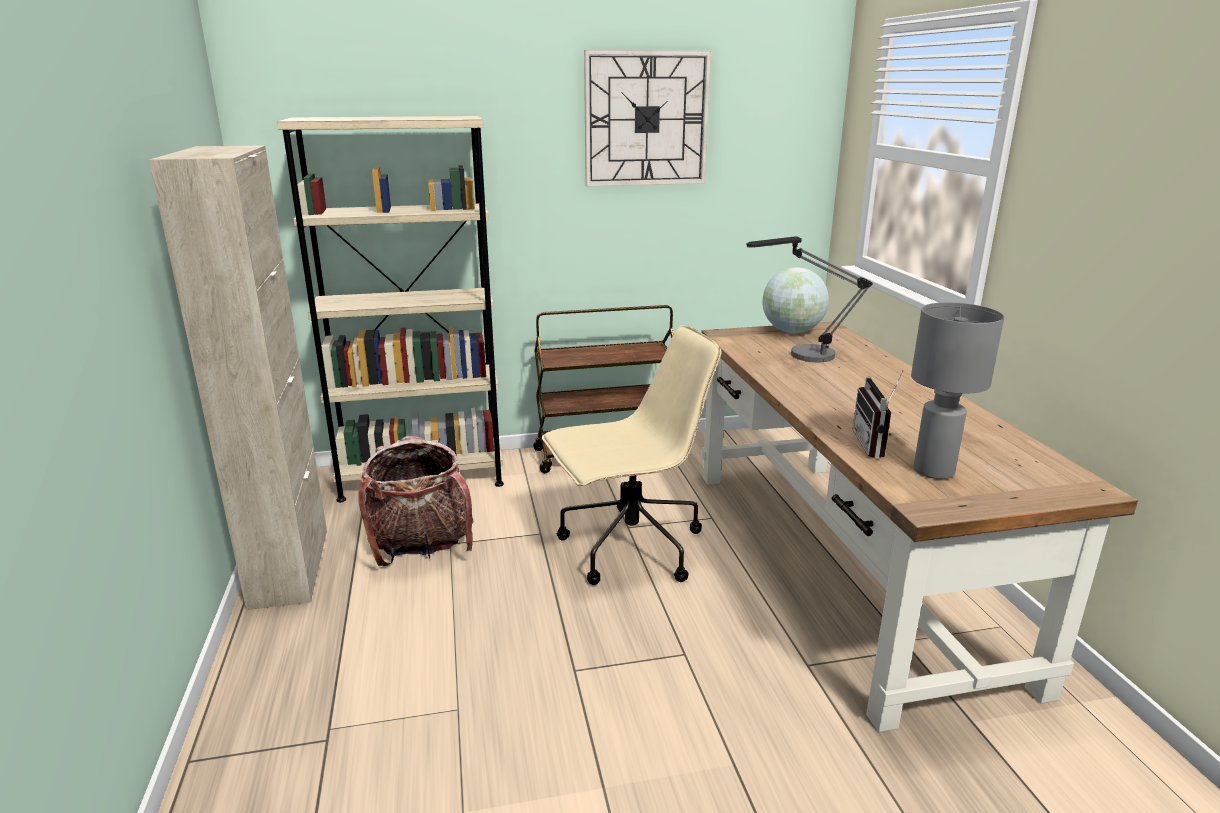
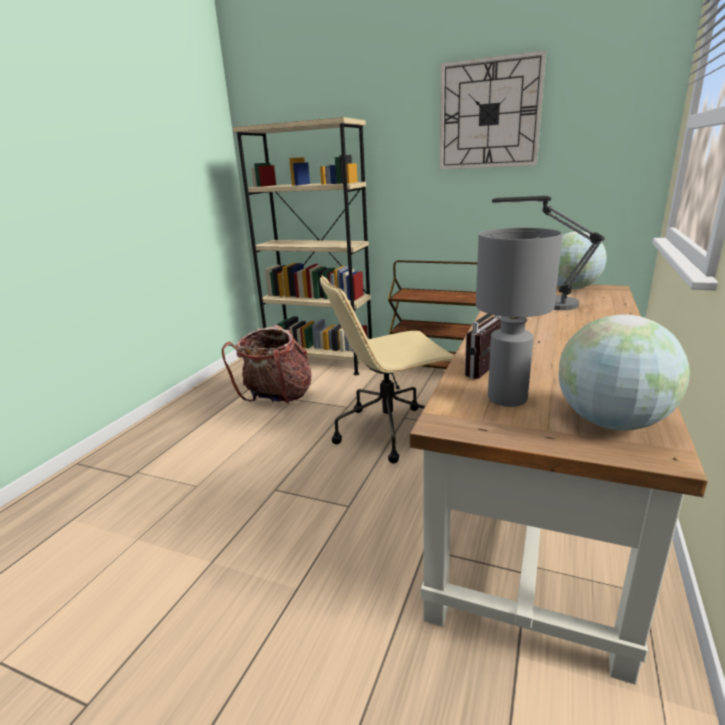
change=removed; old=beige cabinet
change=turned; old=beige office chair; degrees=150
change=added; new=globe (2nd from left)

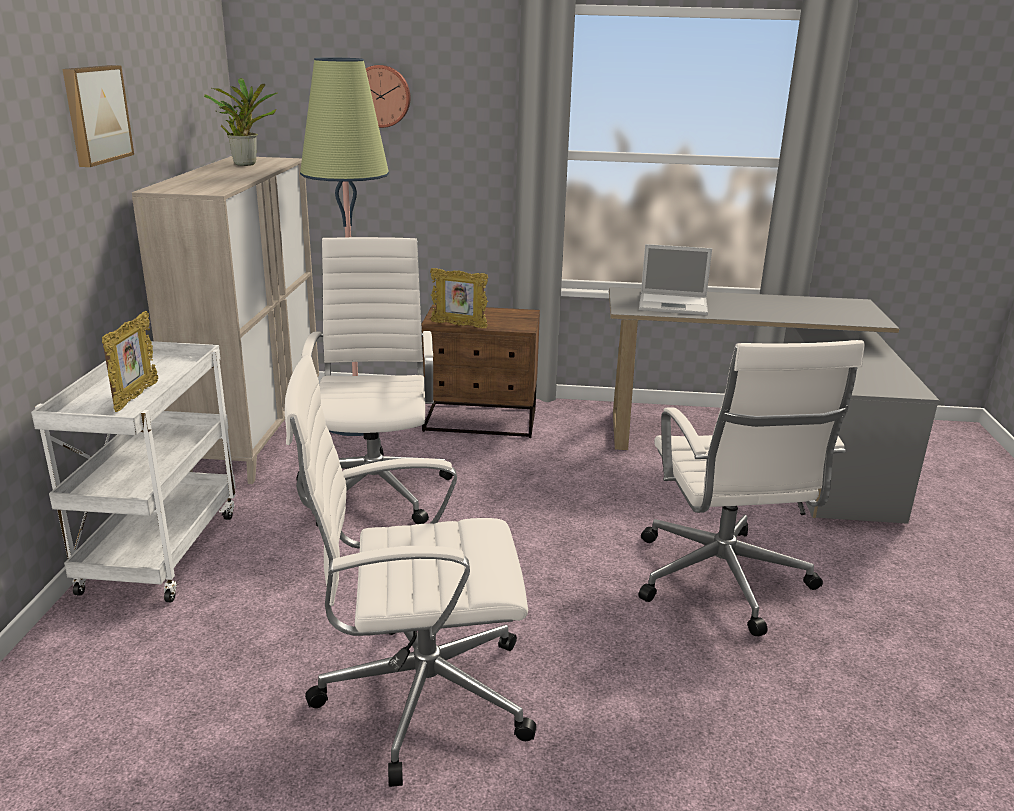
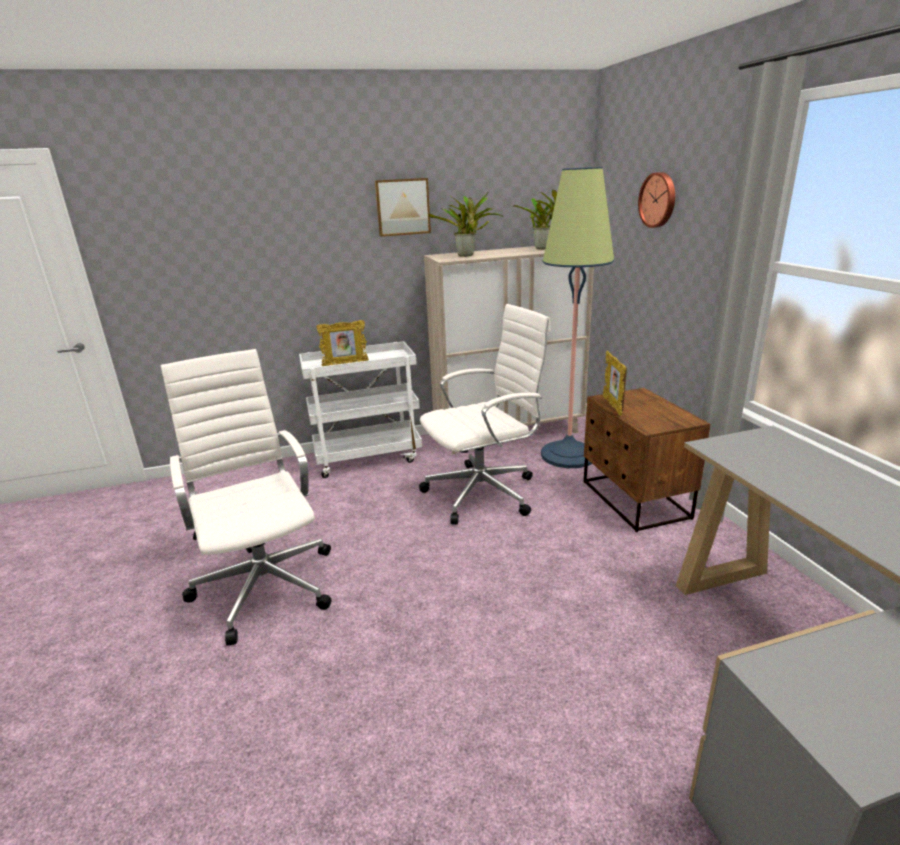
change=removed; old=laptop
change=removed; old=white office chair (3rd from left)
change=added; new=potted plant (1st from left)

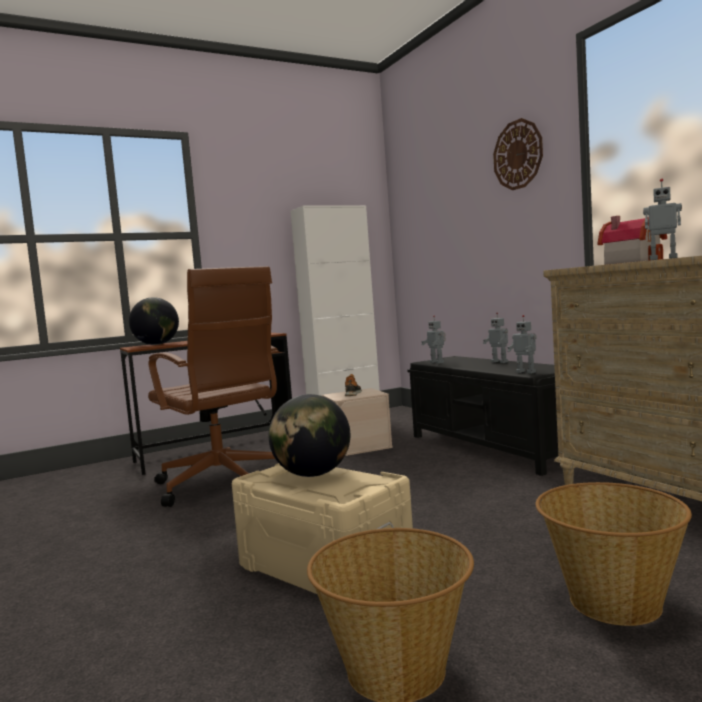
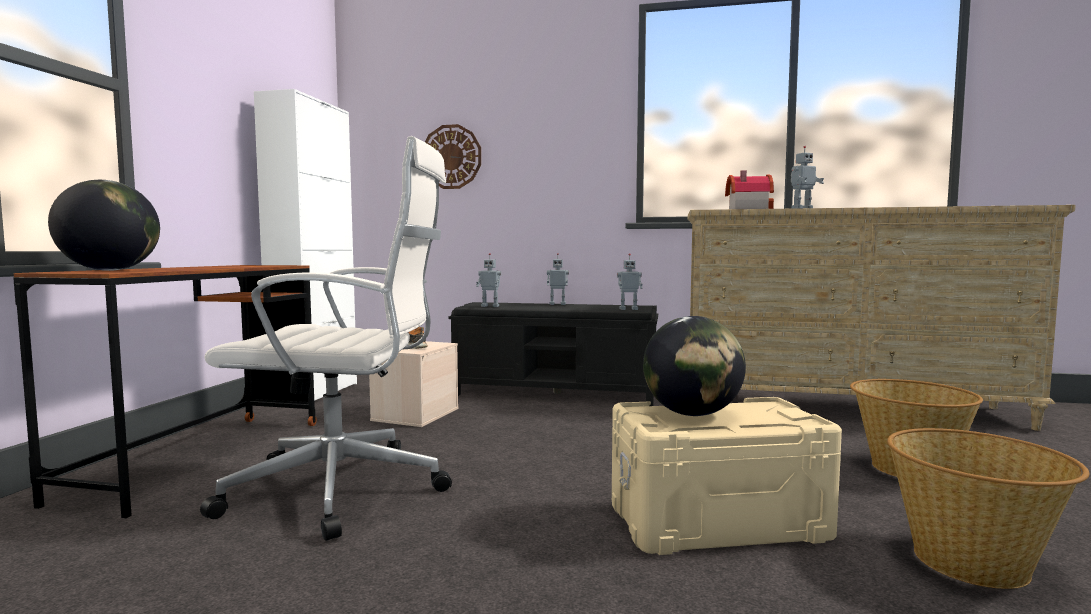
change=recoloured; old=brown office chair; new=white office chair
change=moved; old=wall clock

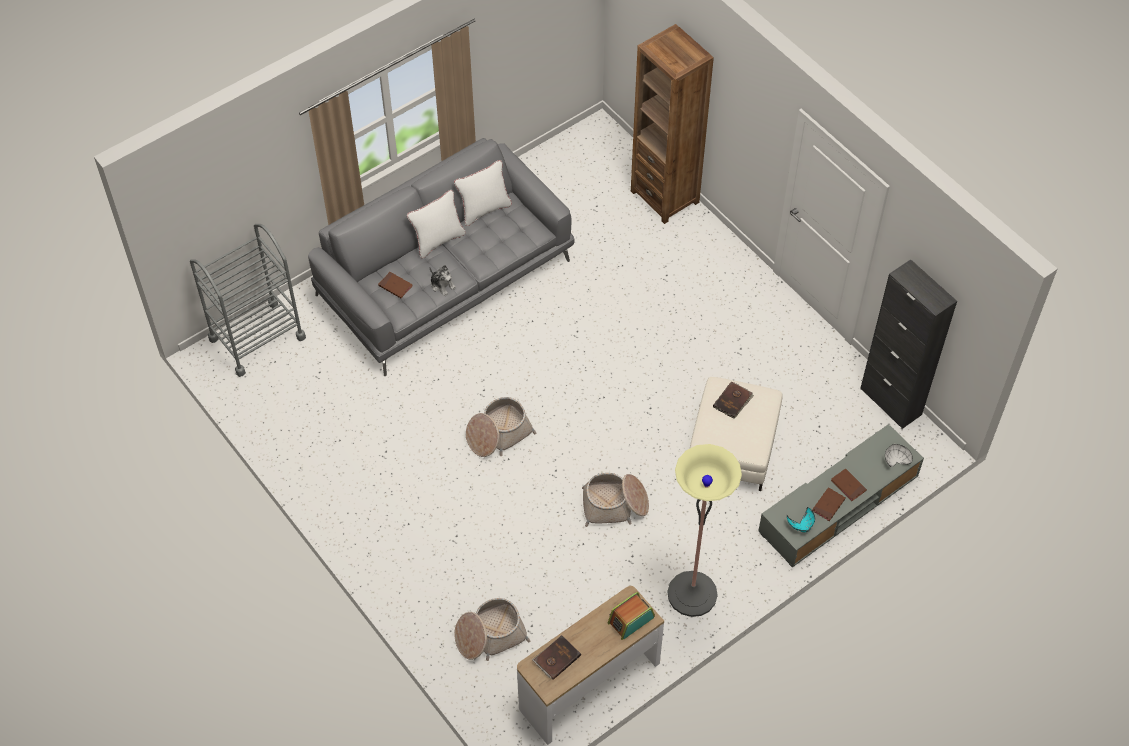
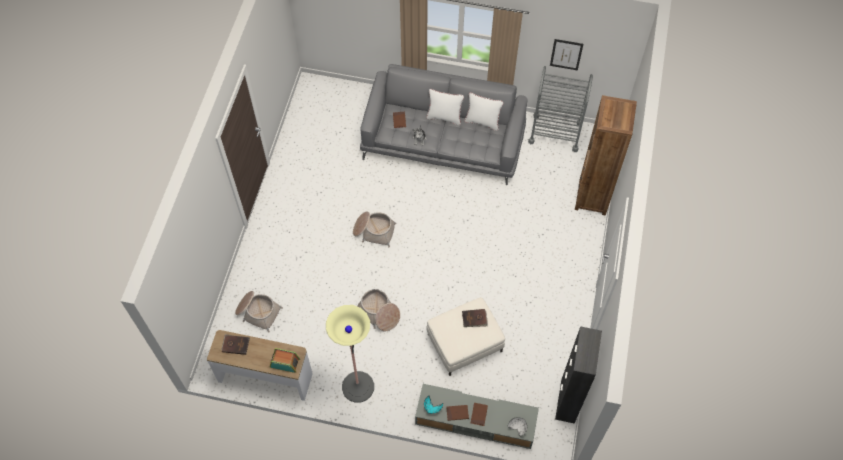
change=moved; old=grey cart
change=added; new=picture

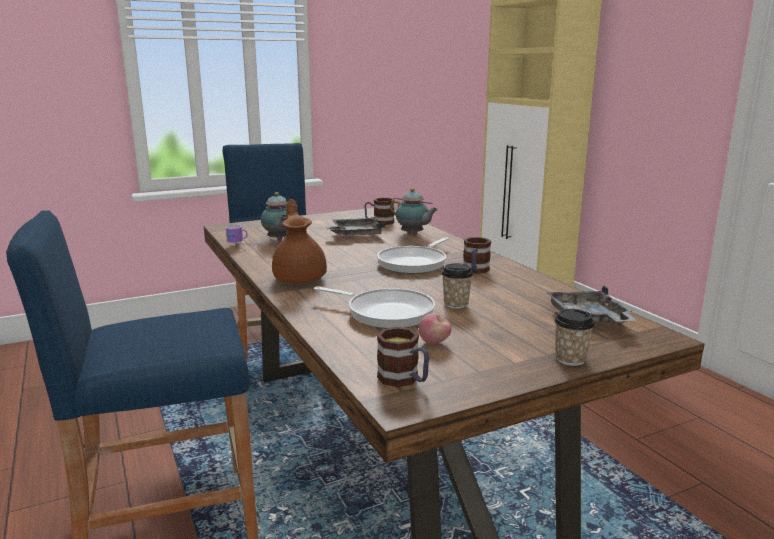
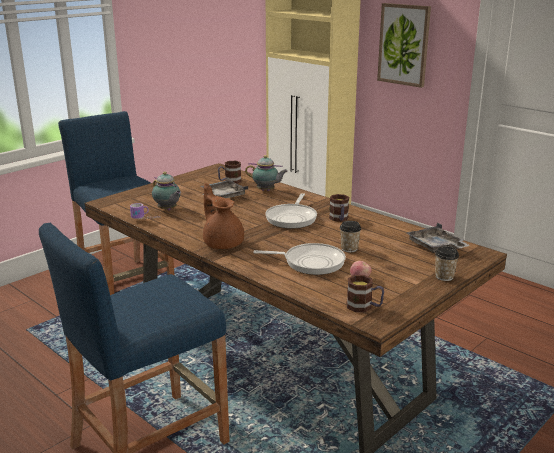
change=added; new=picture

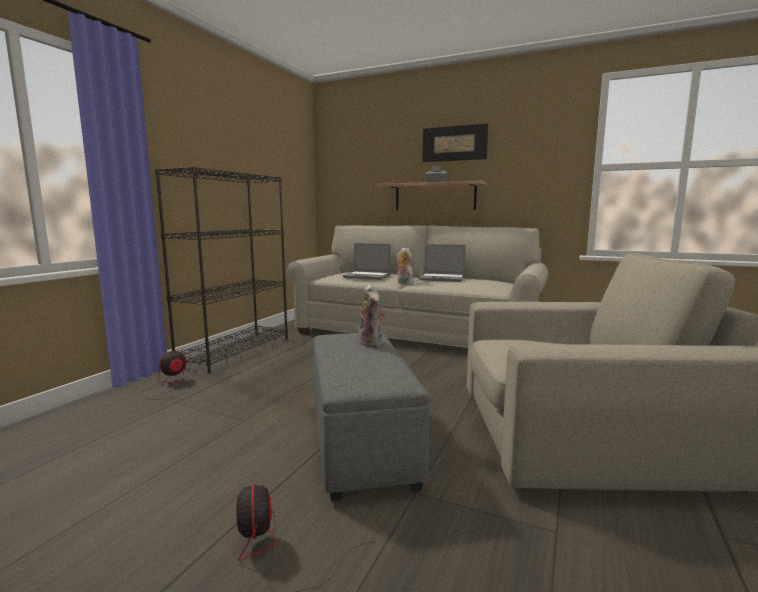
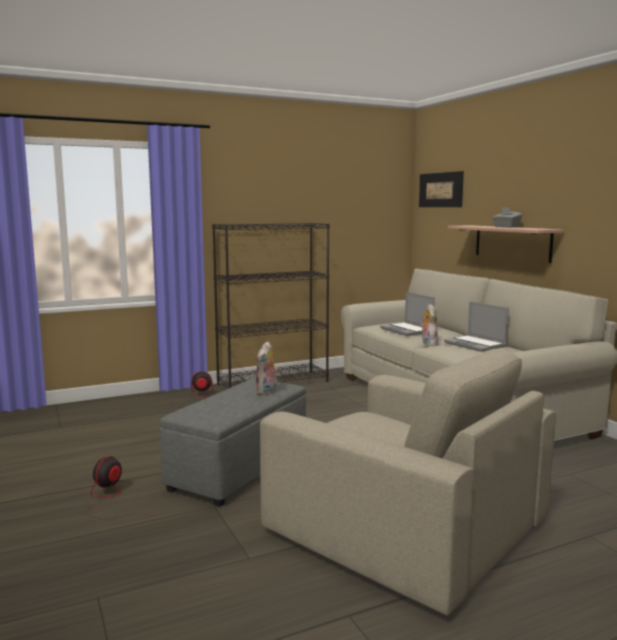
change=moved; old=picture

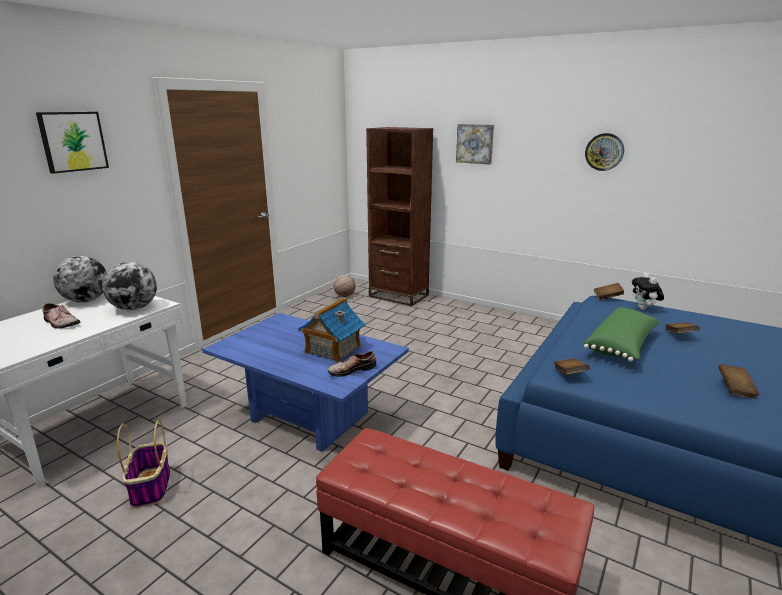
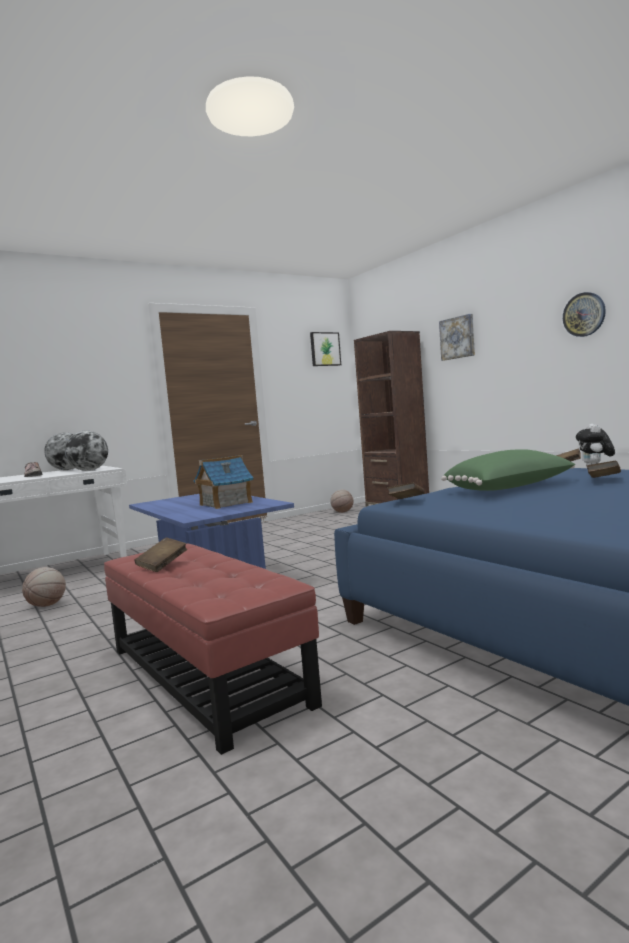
change=moved; old=picture (1st from left)
change=replaced; old=basket; new=basketball (1st from left)
change=removed; old=shoe (2nd from left)
change=moved; old=brown book (4th from left in the first image); new=brown book (1st from left)

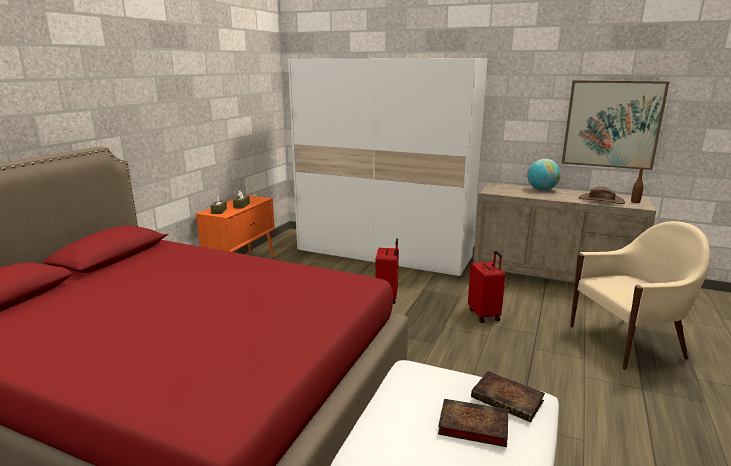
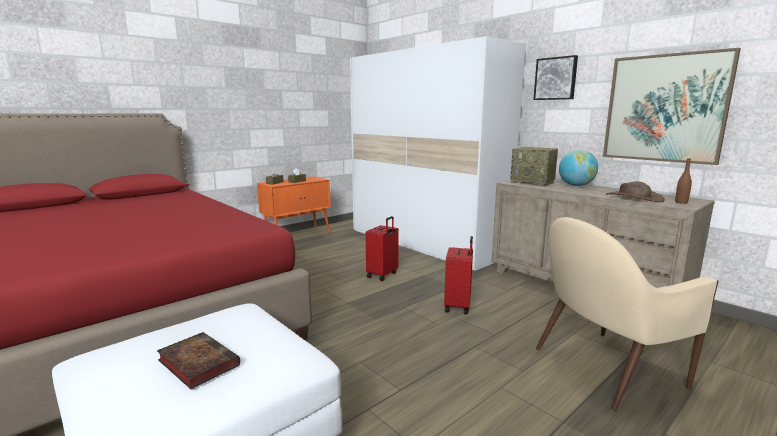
change=removed; old=book (2nd from left)
change=turned; old=beige armchair; degrees=150
change=added; new=radio
change=added; new=picture (1st from left)

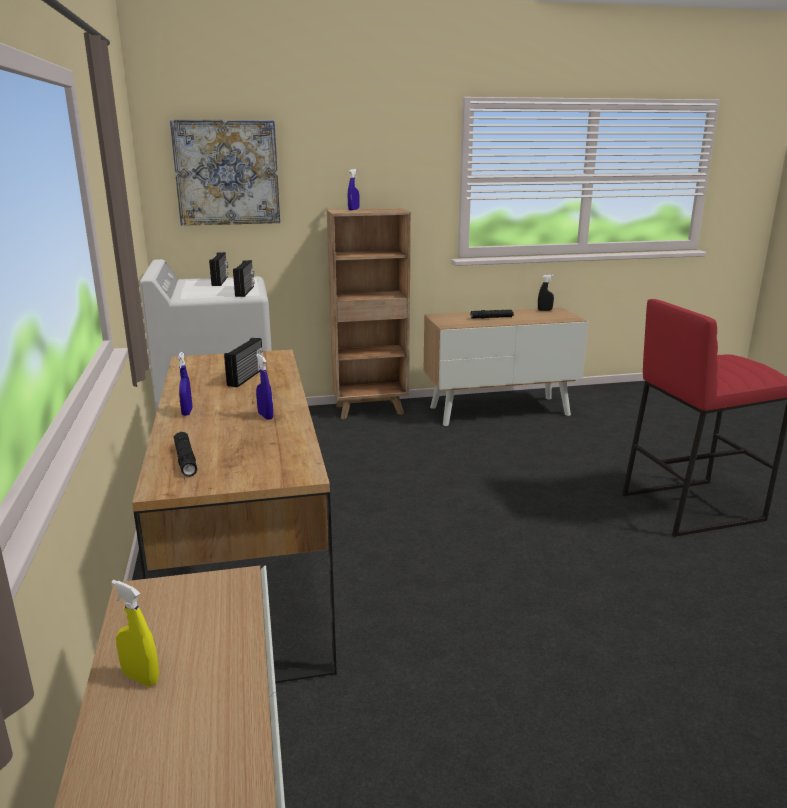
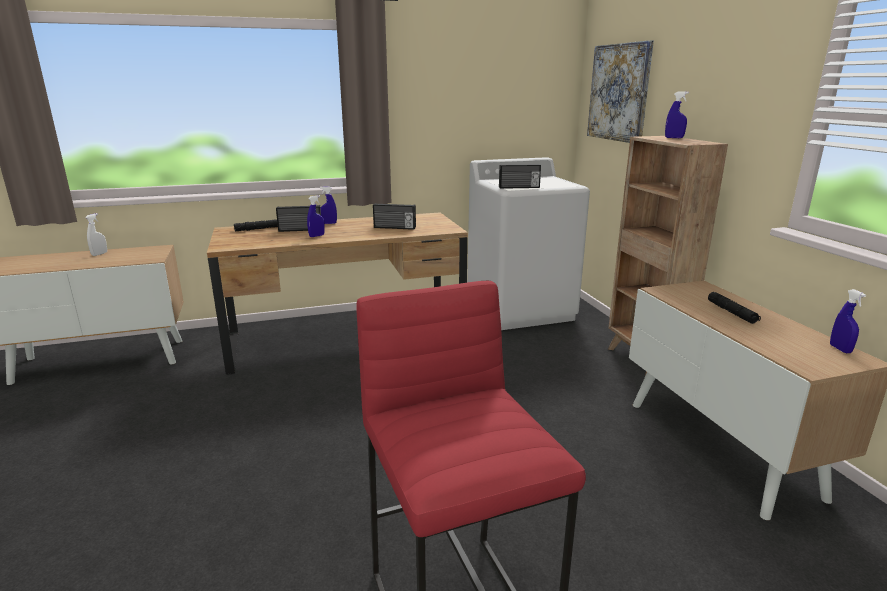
change=recoloured; old=yellow spray bottle; new=white spray bottle
change=moved; old=radio (1st from left)
change=recoloured; old=black spray bottle; new=blue spray bottle (4th from left)

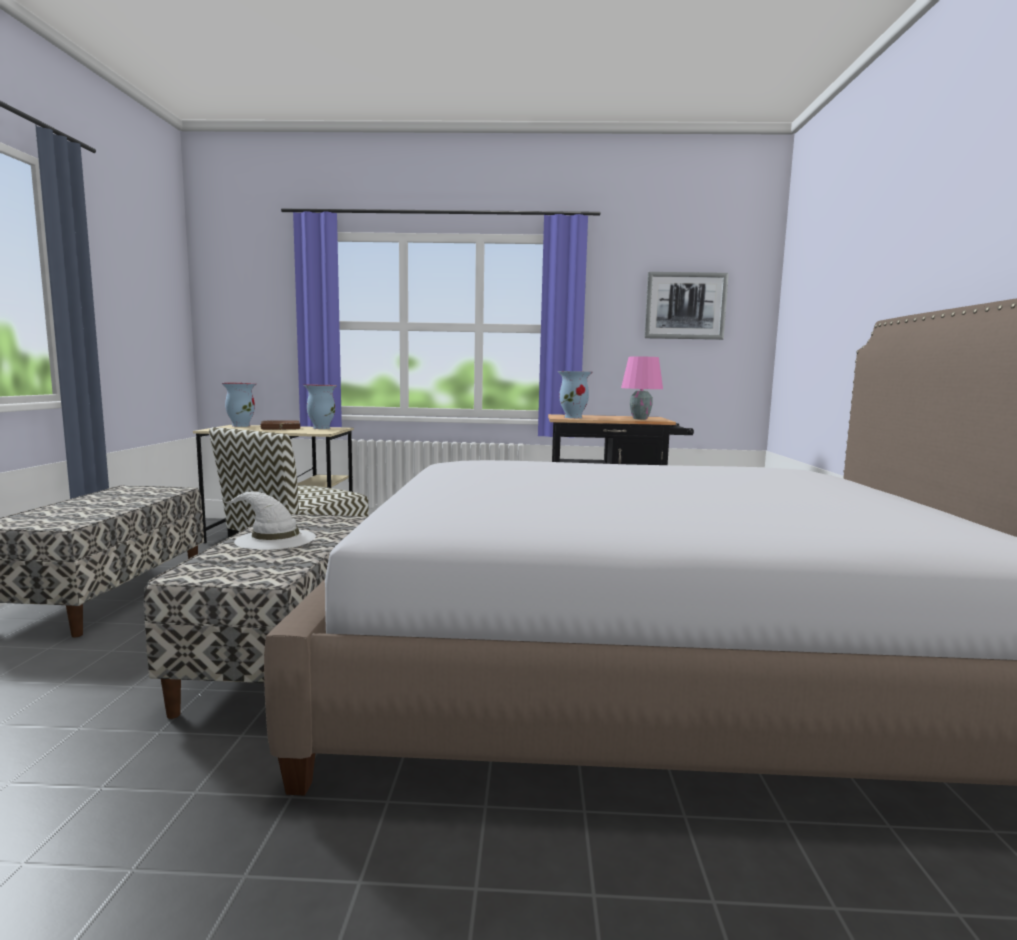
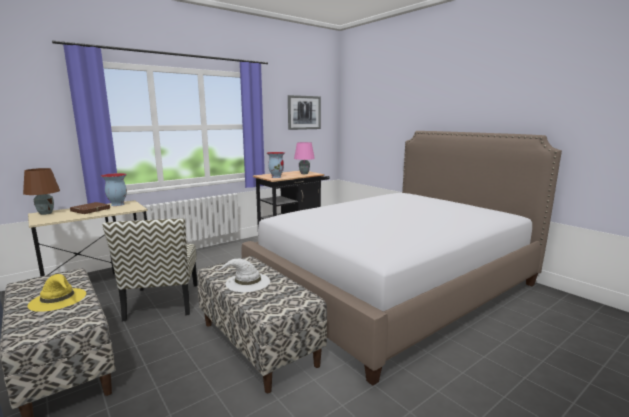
change=replaced; old=vase (1st from left); new=brown table lamp
change=added; new=yellow hat

